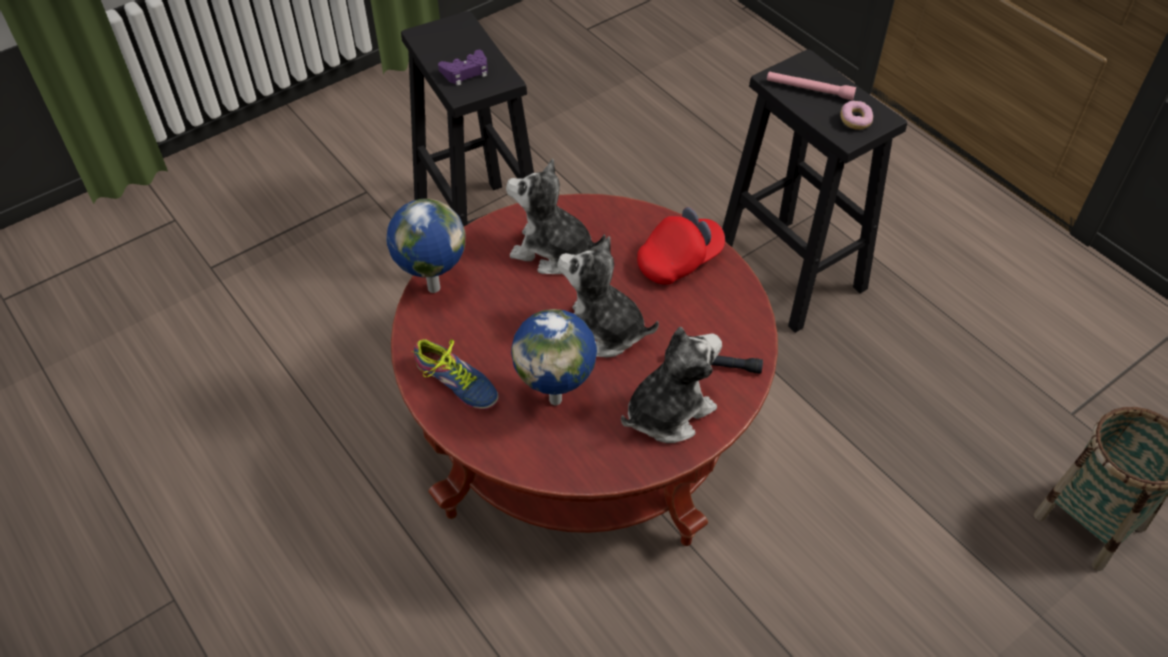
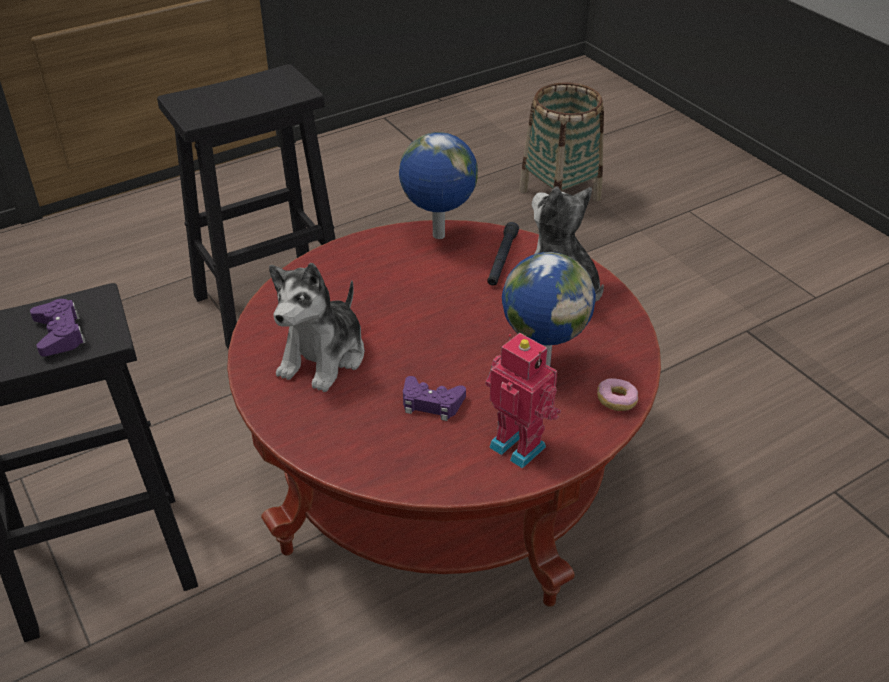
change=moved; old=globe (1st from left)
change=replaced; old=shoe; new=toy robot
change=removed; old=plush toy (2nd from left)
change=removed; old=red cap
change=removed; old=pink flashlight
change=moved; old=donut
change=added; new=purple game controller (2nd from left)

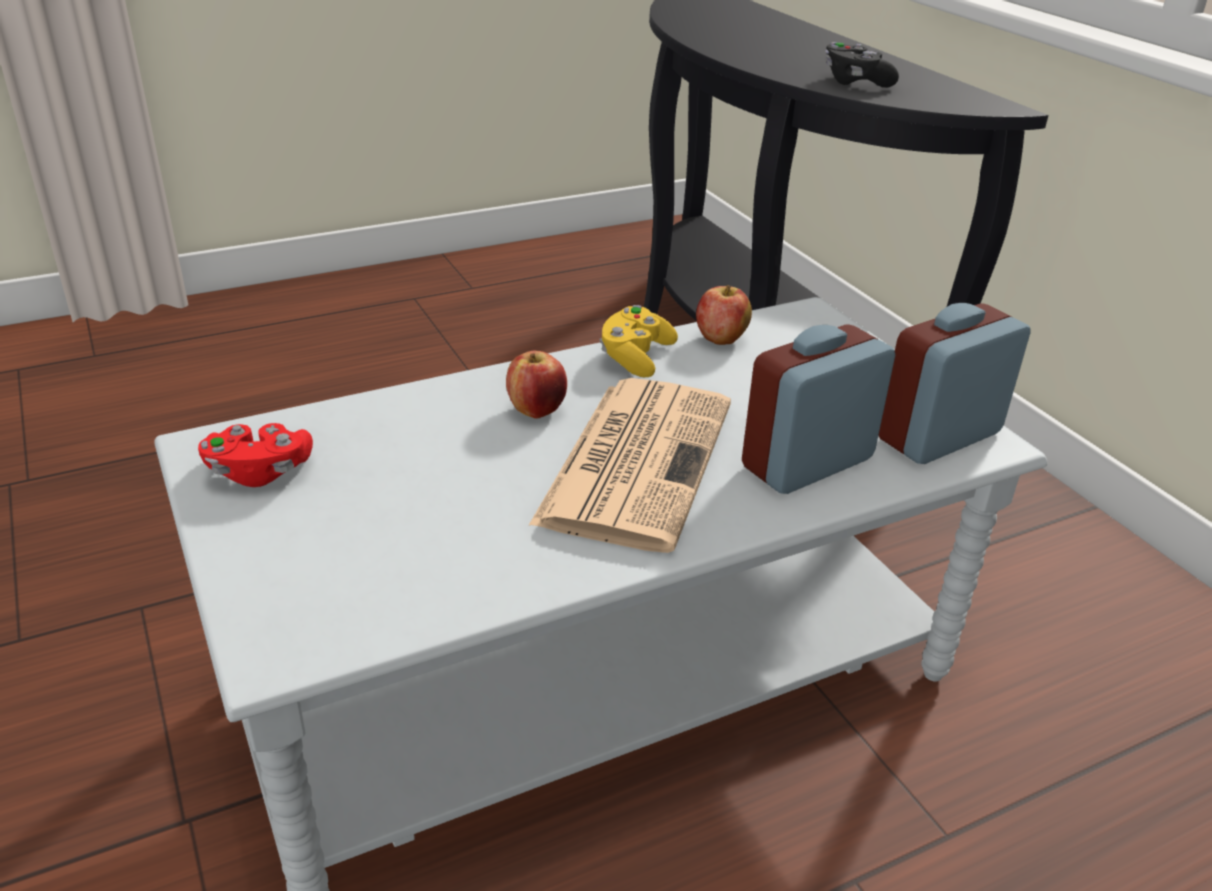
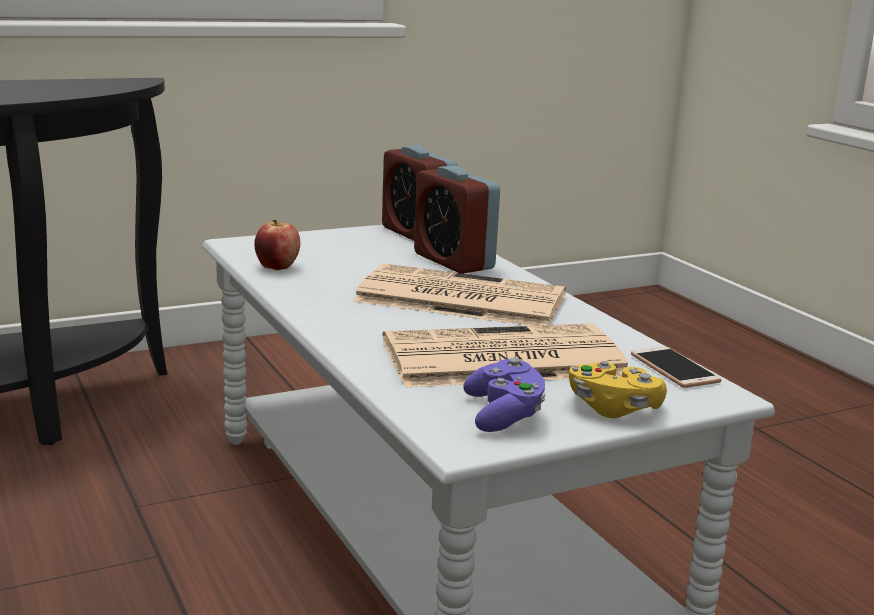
change=recoloured; old=red game controller; new=purple game controller
change=removed; old=apple (1st from left)
change=moved; old=yellow game controller
change=removed; old=black game controller
change=added; new=newspaper (2nd from left)
change=added; new=phone

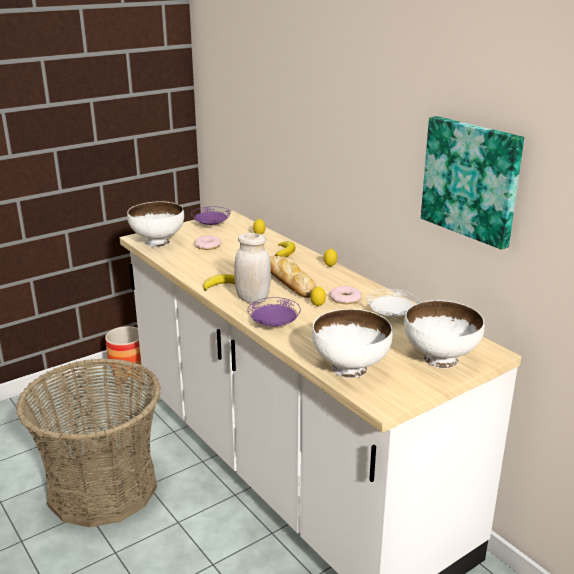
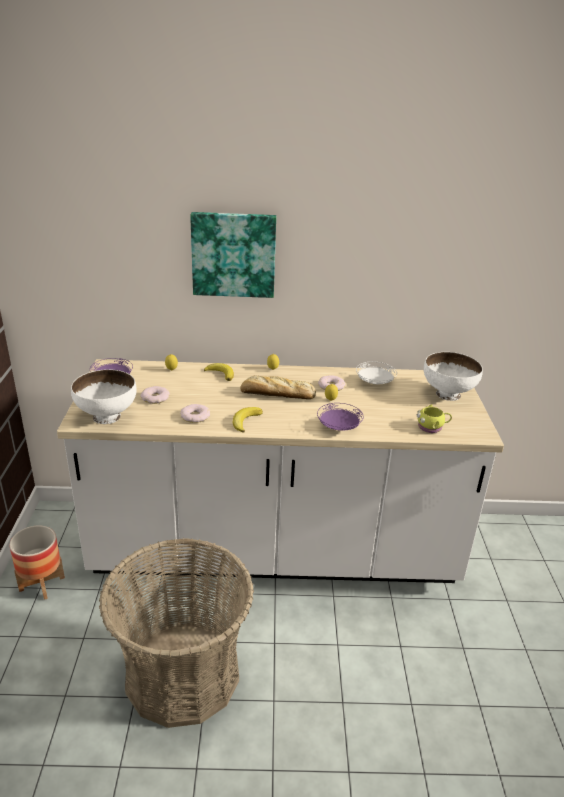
change=removed; old=white jar
change=replaced; old=white bowl (2nd from left); new=yellow mug
change=moved; old=picture
change=added; new=donut (2nd from left)

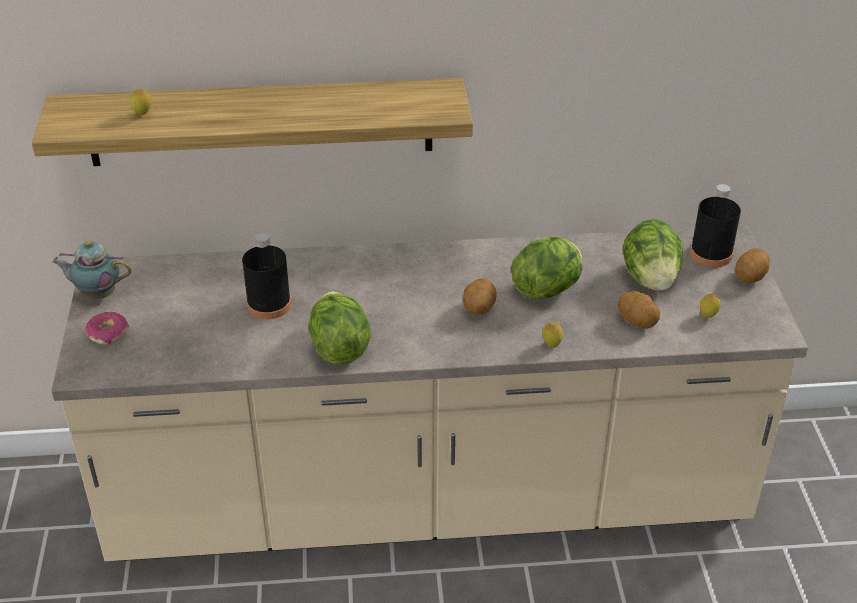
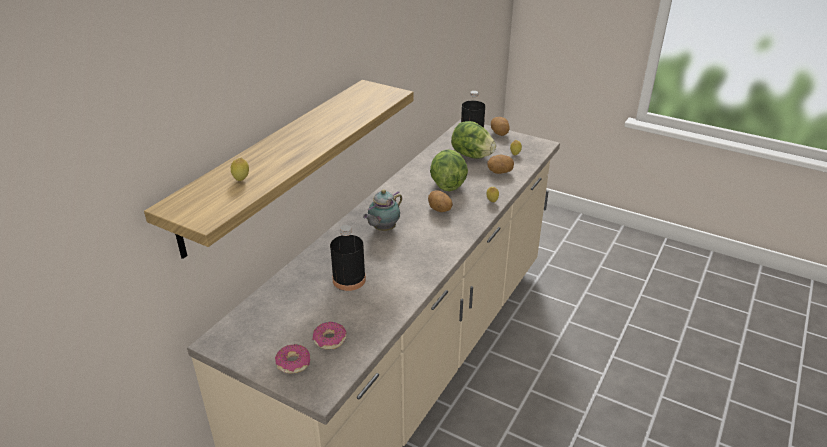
change=moved; old=teapot
change=removed; old=lettuce (1st from left)
change=added; new=donut (2nd from left)

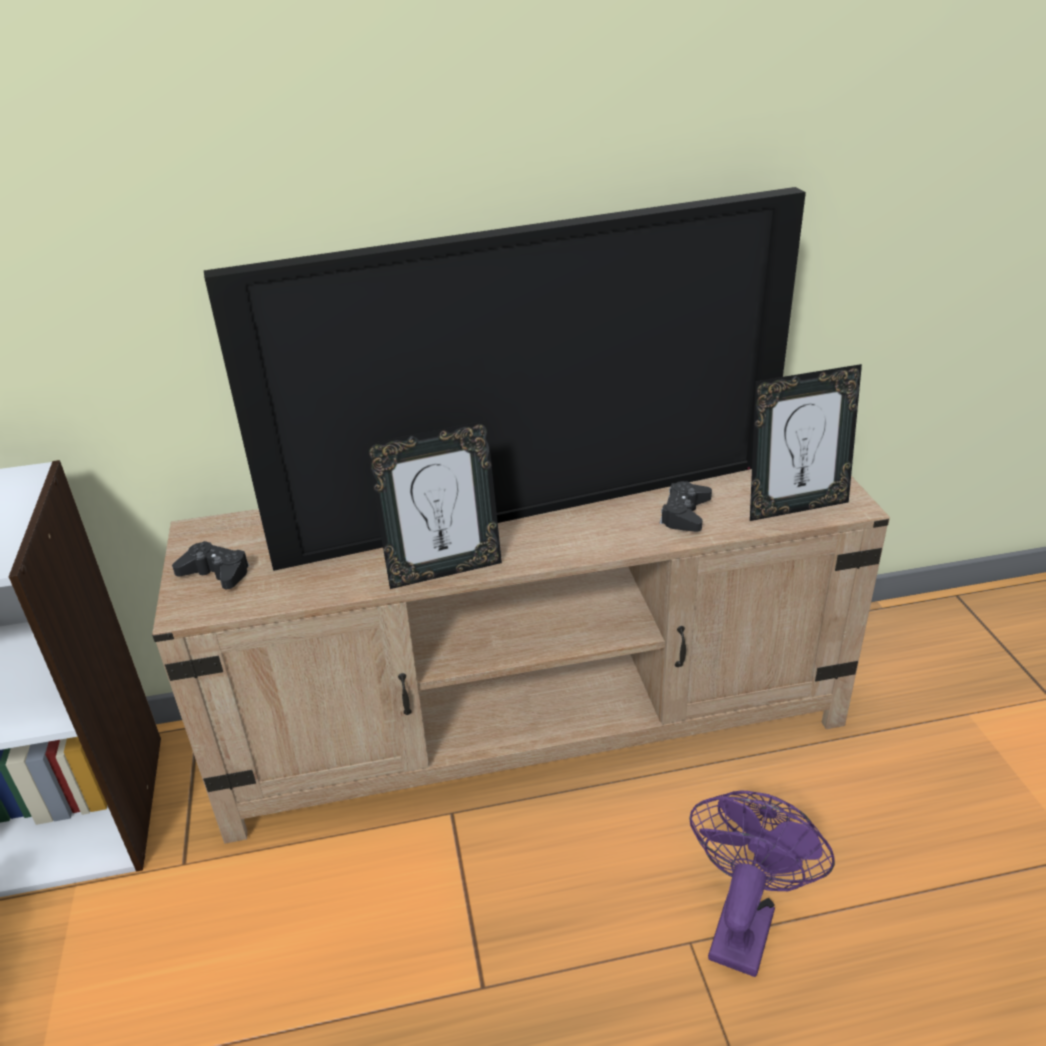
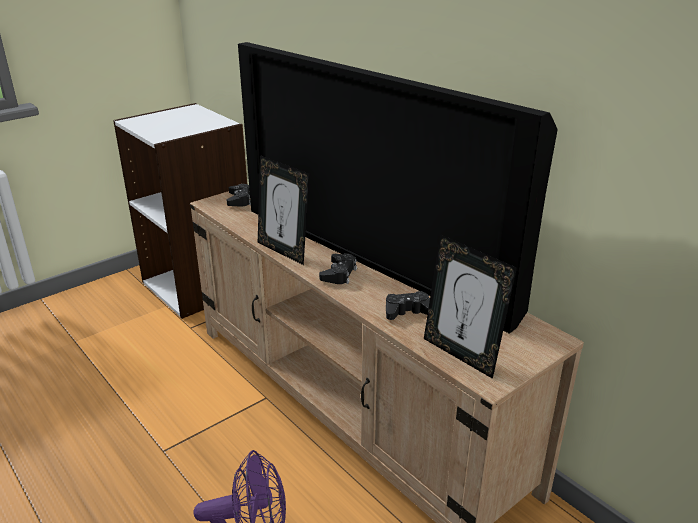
change=added; new=black game controller (2nd from left)

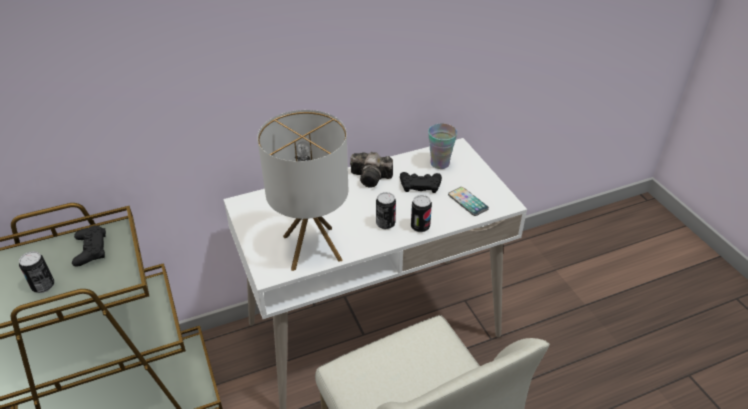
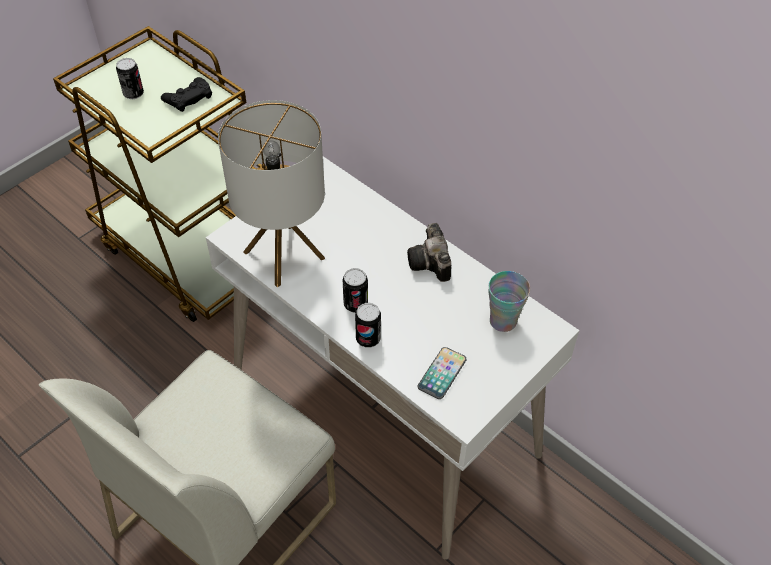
change=removed; old=black game controller (2nd from left)

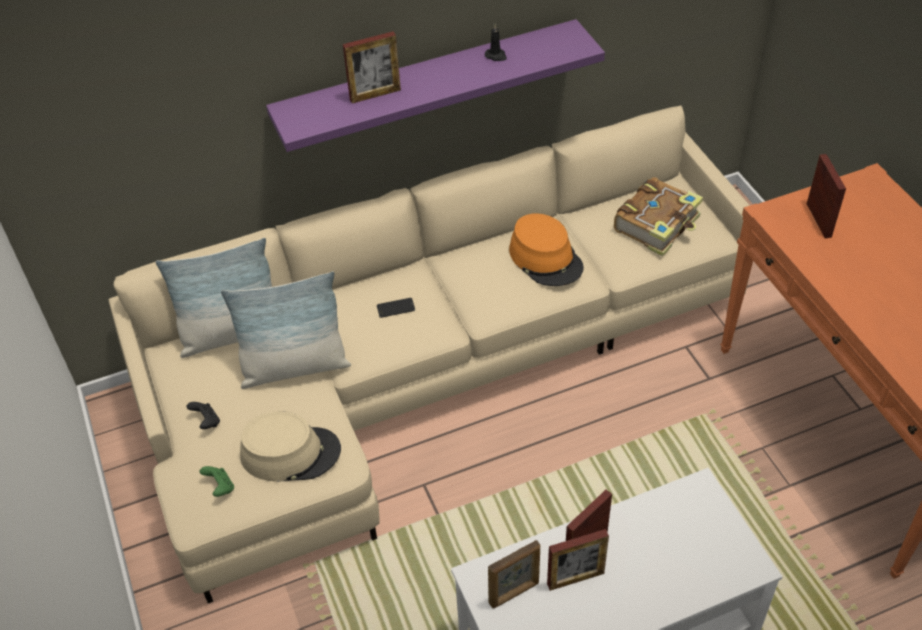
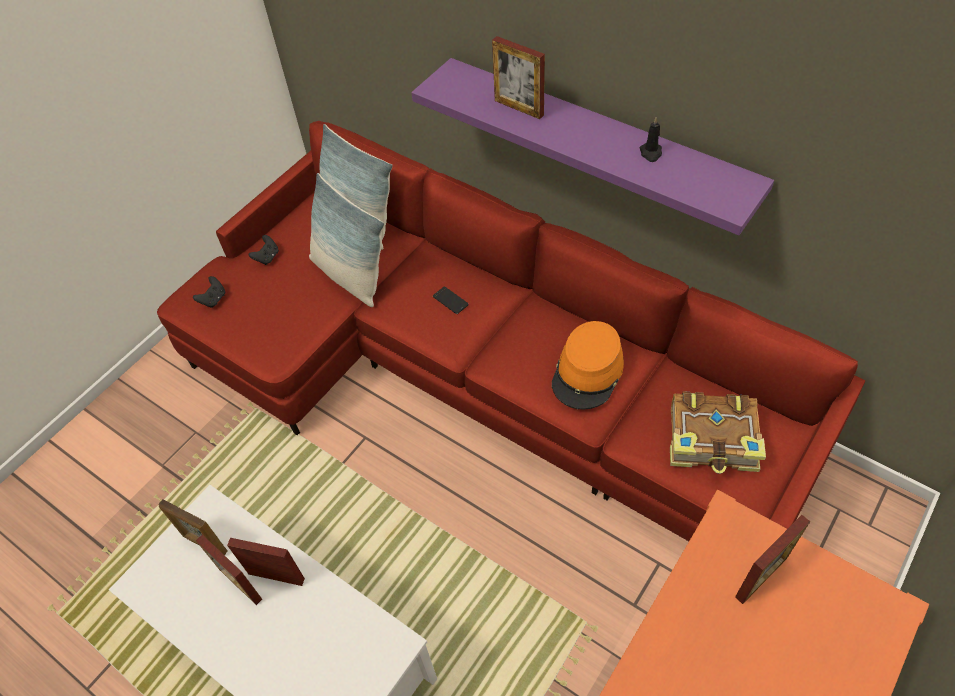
change=recoloured; old=beige sofa; new=red sofa
change=recoloured; old=green game controller; new=black game controller (1st from left)
change=removed; old=beige hat

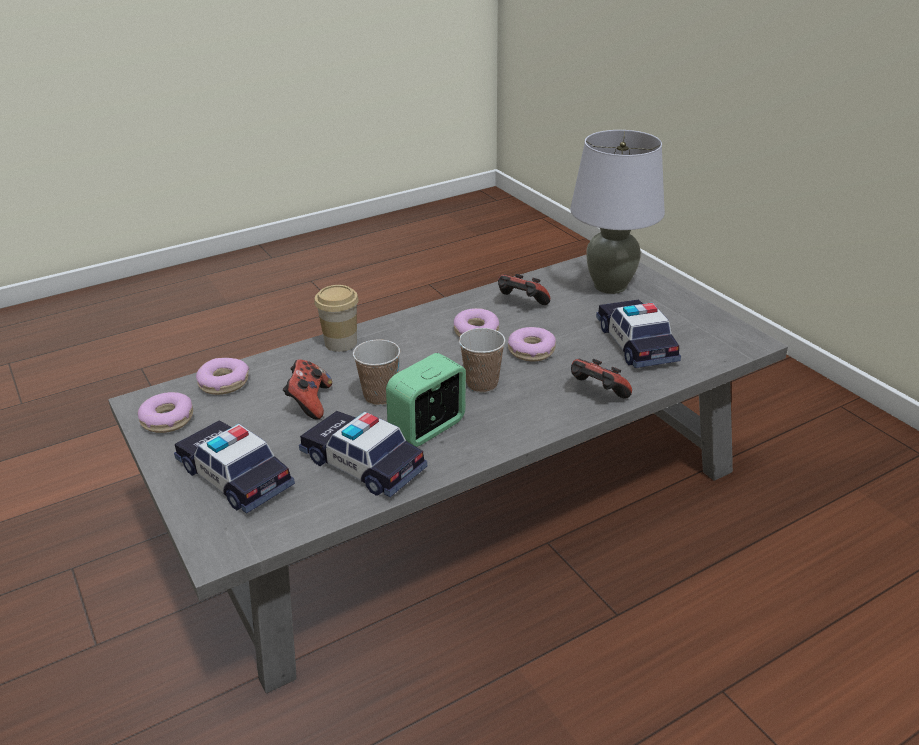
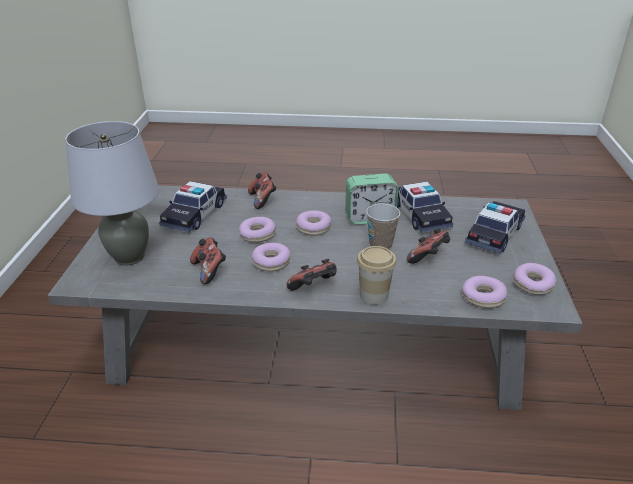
change=turned; old=toy car (1st from left in the first image); degrees=-135
change=replaced; old=cup (3rd from left); new=donut (3rd from left)
change=added; new=game controller (3rd from left)

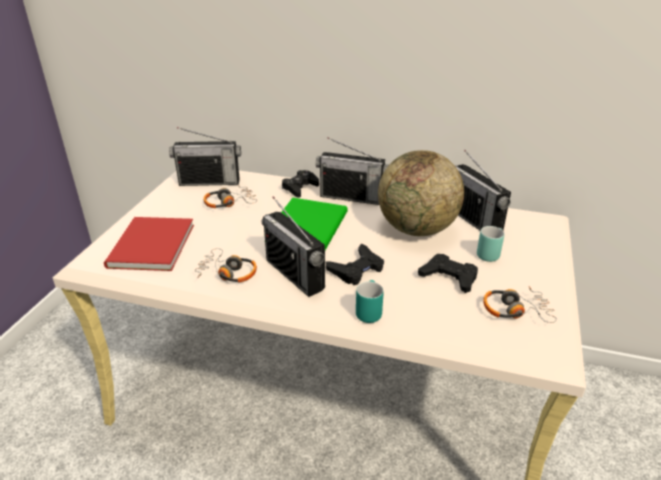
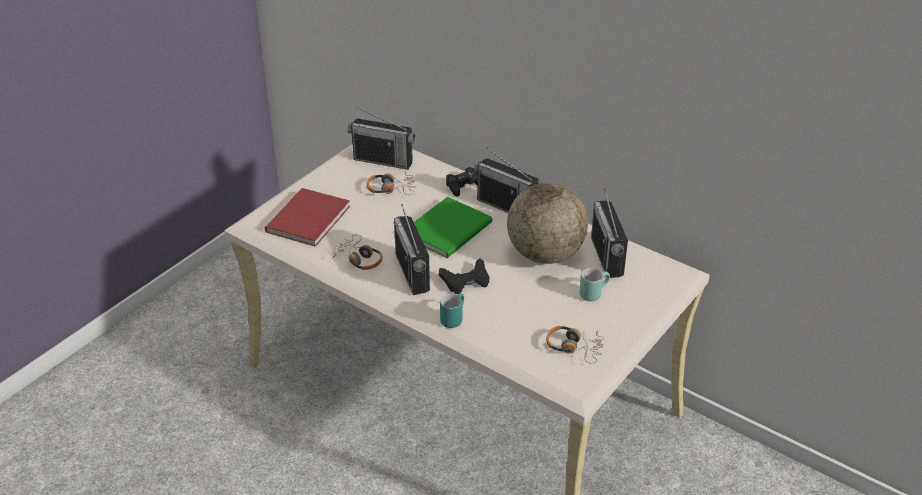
change=removed; old=black game controller (3rd from left)

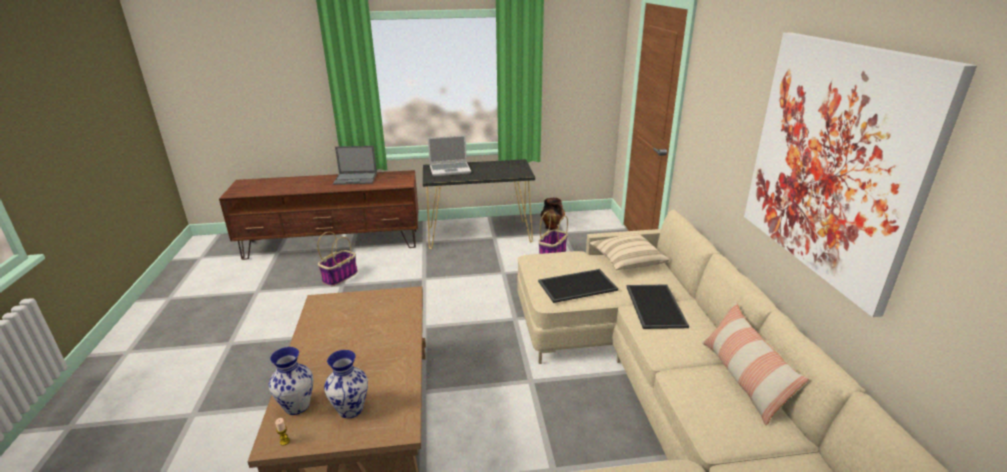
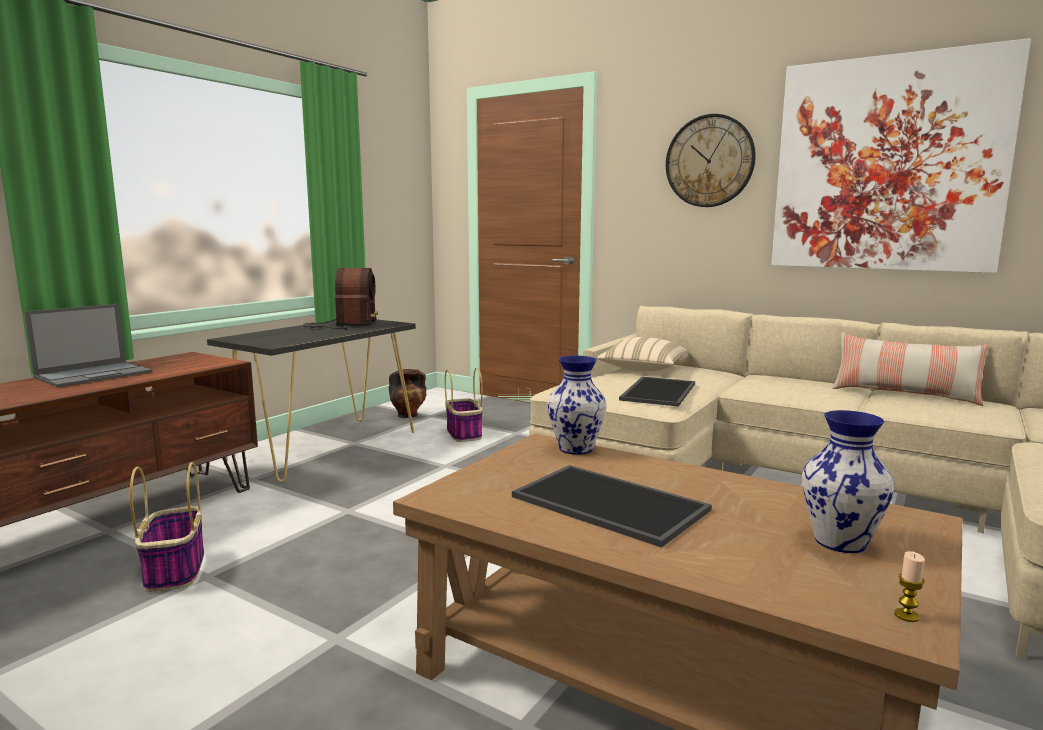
change=moved; old=vase (1st from left in the first image); new=vase (2nd from left)
change=removed; old=laptop (2nd from left)
change=moved; old=tray (2nd from left in the first image); new=tray (1st from left)
change=added; new=radio
change=added; new=wall clock

